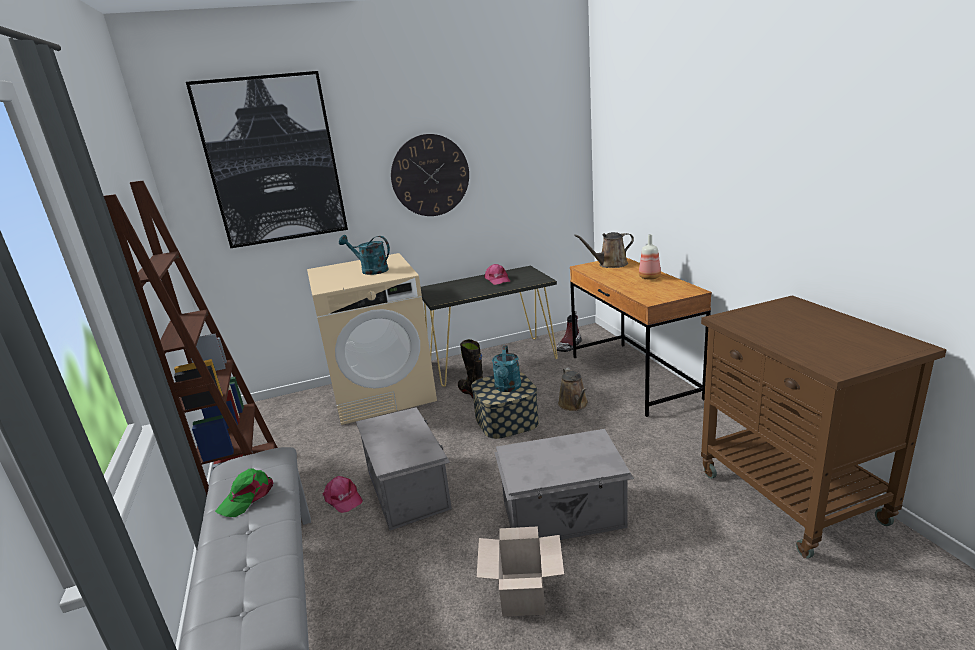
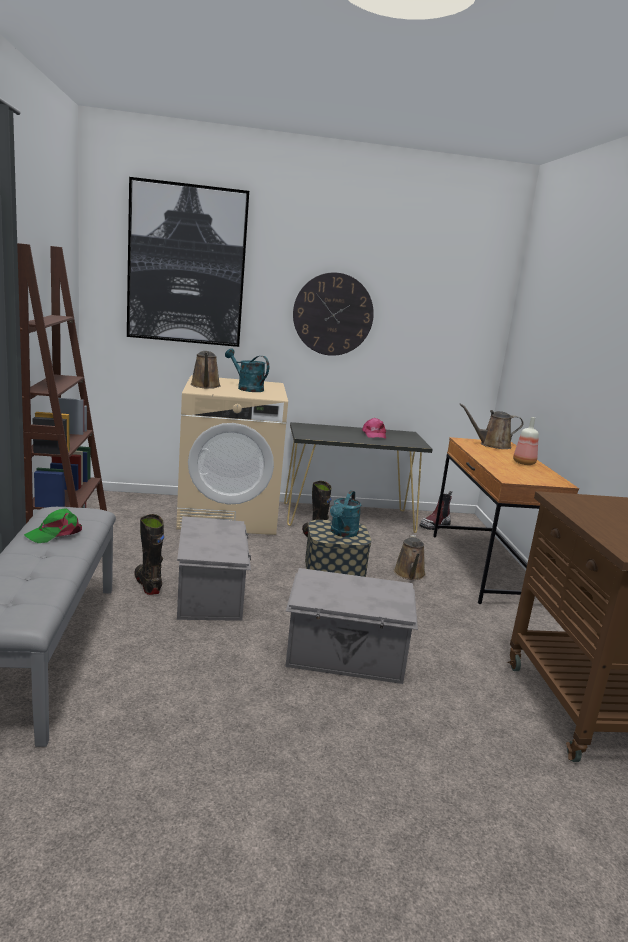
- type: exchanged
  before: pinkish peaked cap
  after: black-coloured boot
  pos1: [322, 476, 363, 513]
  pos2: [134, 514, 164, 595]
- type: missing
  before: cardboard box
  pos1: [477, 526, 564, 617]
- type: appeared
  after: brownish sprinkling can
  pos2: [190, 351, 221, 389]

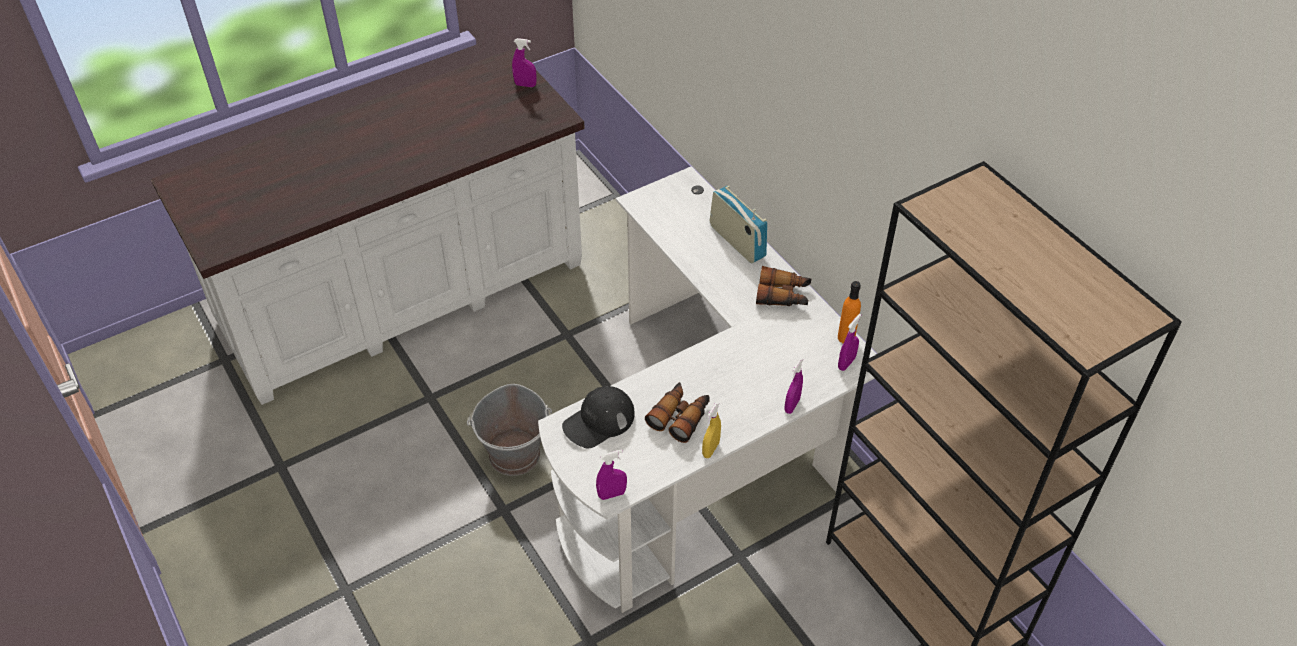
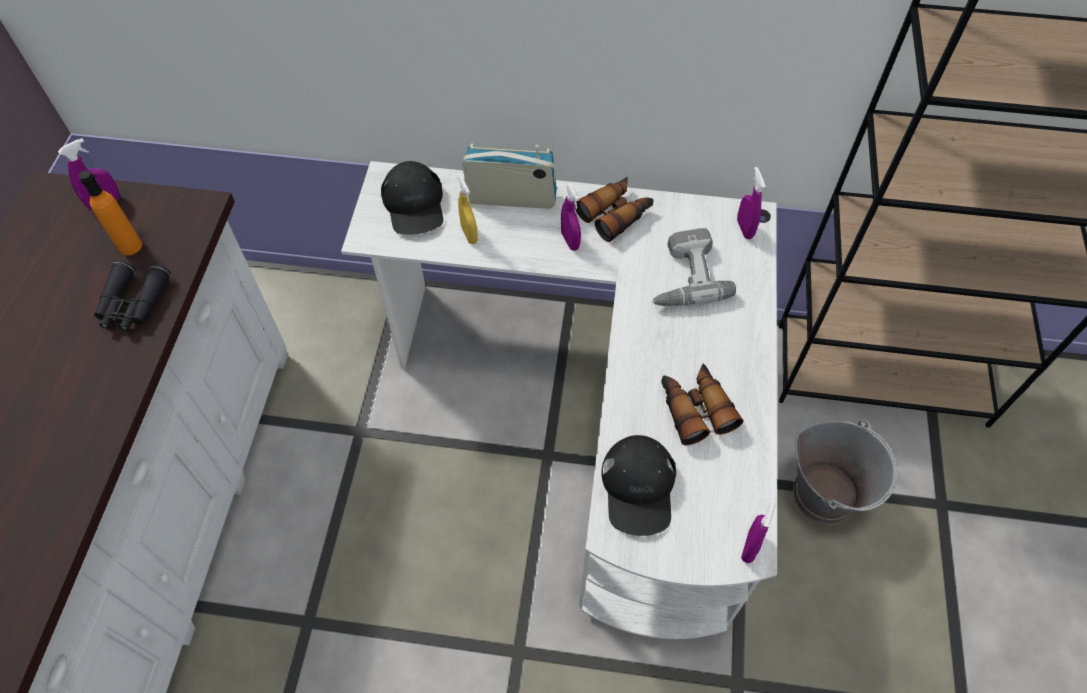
- type: relocated
  before: greyish pail
  pos1: [467, 384, 552, 476]
  pos2: [793, 420, 897, 524]
- type: relocated
  before: yellow-coloured sprayer
  pos1: [702, 402, 721, 458]
  pos2: [458, 177, 478, 244]
- type: relocated
  before: purplish sprayer
  pos1: [784, 358, 803, 414]
  pos2: [561, 183, 581, 251]
- type: relocated
  before: orange bottle
  pos1: [838, 281, 861, 343]
  pos2: [79, 170, 142, 255]
- type: appeared
  after: black-coloured field glasses
  pos2: [94, 260, 171, 331]
- type: appeared
  after: black-coloured peaked cap
  pos2: [381, 161, 443, 235]
- type: appeared
  after: power drill
  pos2: [652, 228, 736, 306]

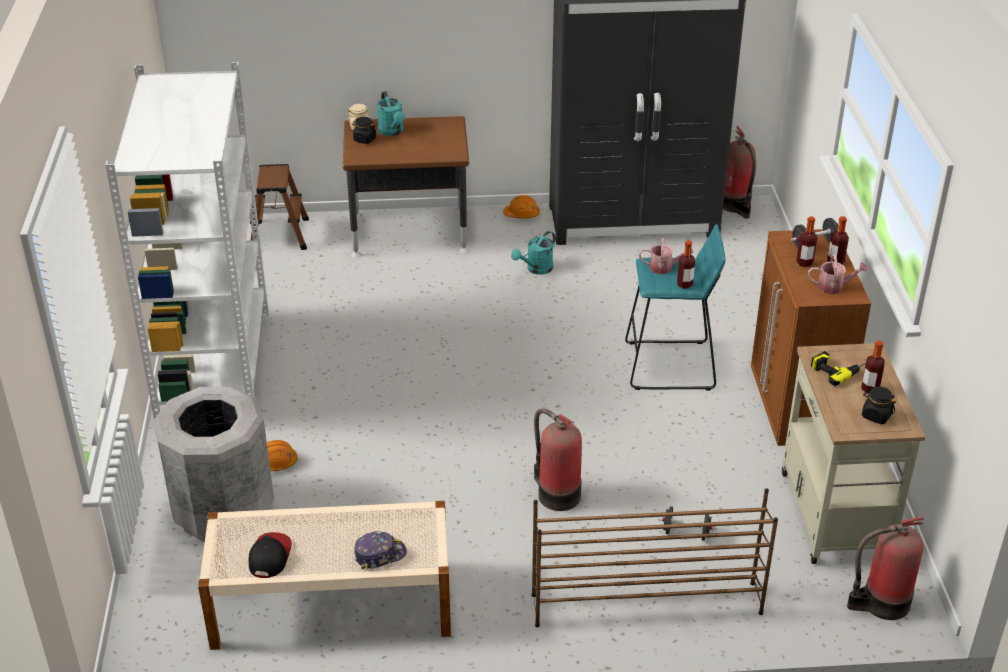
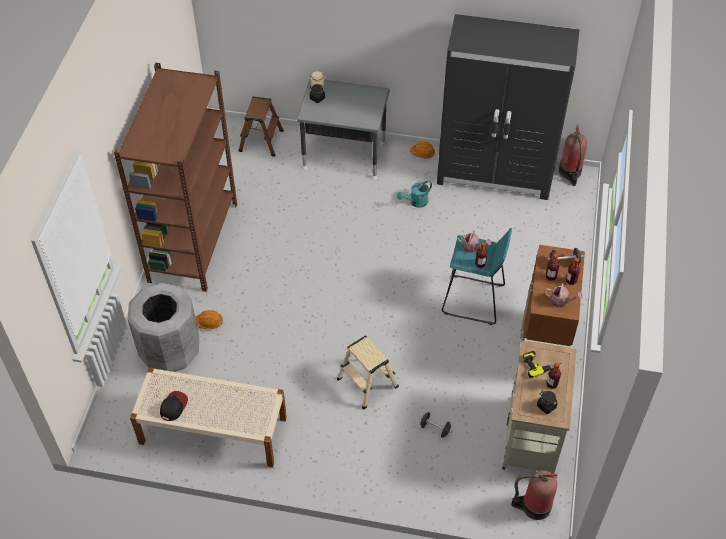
- type: colour
  before: whitish shelving unit
  after: brownish shelving unit
  pos1: [105, 62, 269, 419]
  pos2: [114, 63, 237, 292]
- type: colour
  before: brownish desk unit
  after: greyish desk unit
  pos1: [343, 116, 469, 258]
  pos2: [297, 79, 389, 180]
- type: missing
  before: peaked cap
  pos1: [354, 531, 407, 569]
- type: missing
  before: blue-green sprinkling can
  pos1: [377, 91, 405, 136]
- type: missing
  before: brownish shoe shelf
  pos1: [532, 488, 778, 627]
- type: exchanged
  before: extinguisher
  after: sand-coloured stepladder
  pos1: [534, 408, 582, 511]
  pos2: [337, 335, 399, 410]

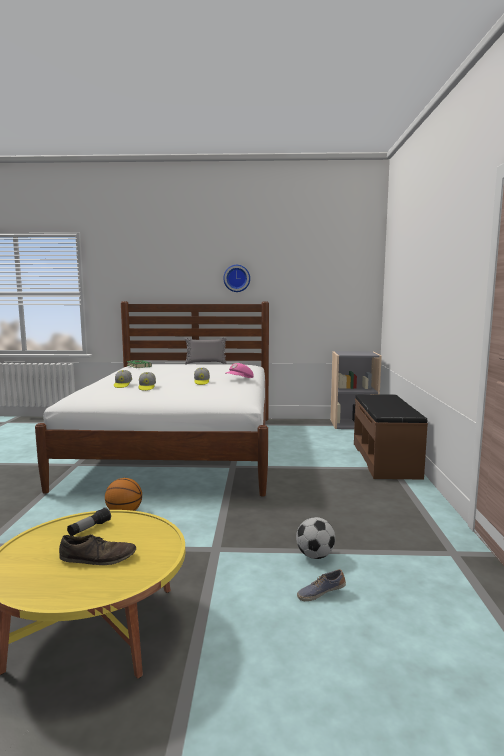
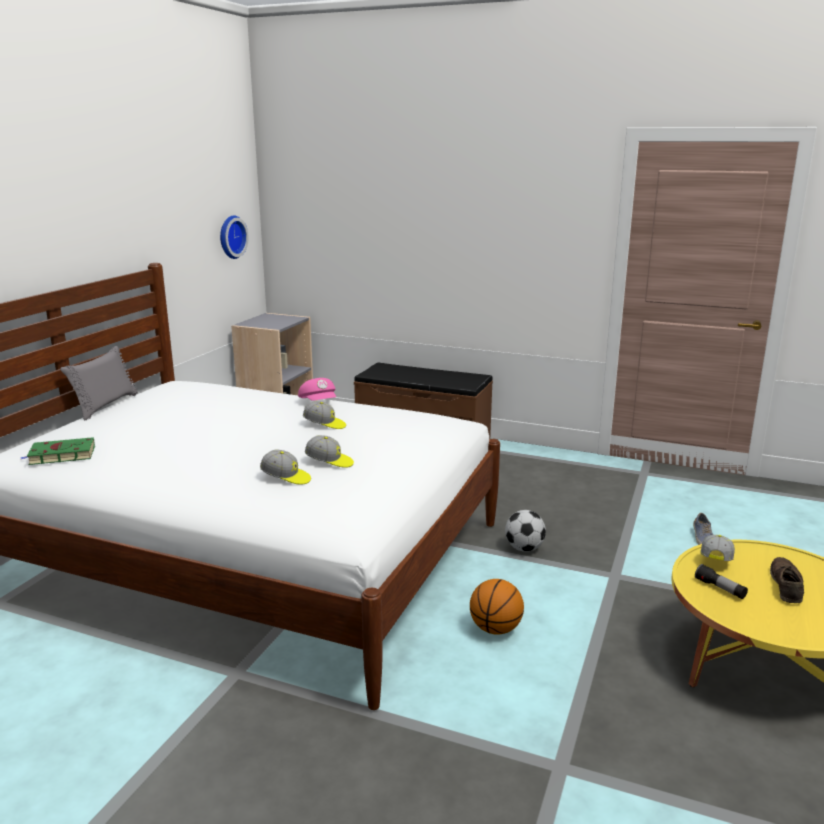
- type: relocated
  before: hanging clock
  pos1: [223, 265, 250, 292]
  pos2: [220, 215, 249, 259]
- type: relocated
  before: ball for football
  pos1: [296, 517, 335, 559]
  pos2: [505, 510, 546, 552]
- type: appeared
  after: peaked cap
  pos2: [700, 535, 735, 561]

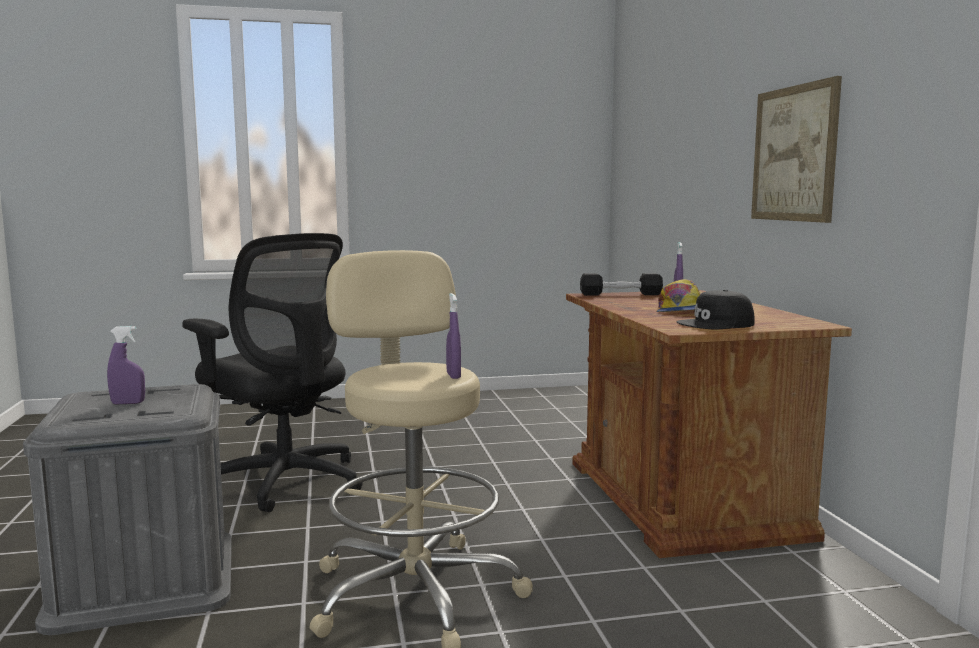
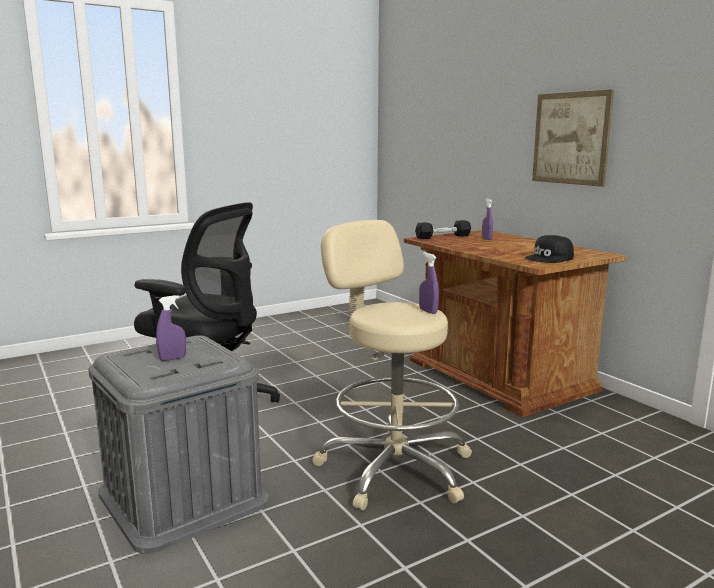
- type: missing
  before: peaked cap
  pos1: [656, 279, 702, 312]

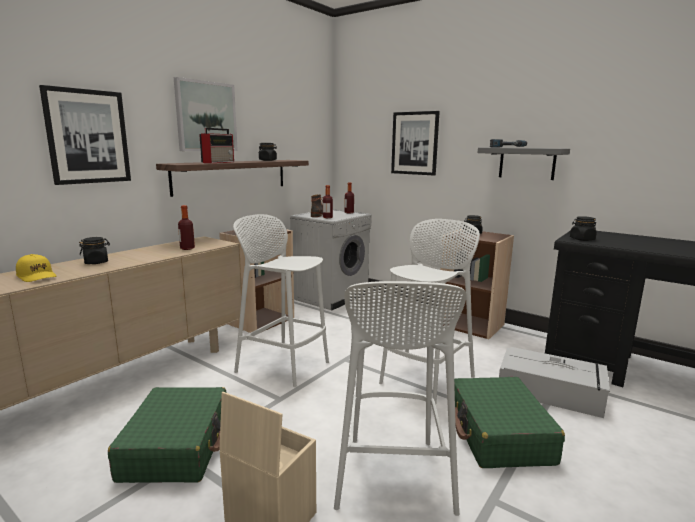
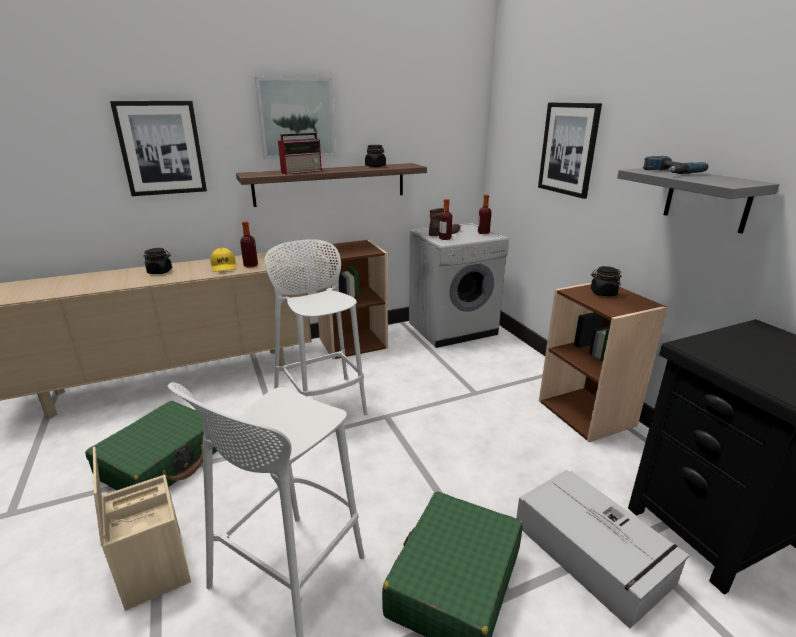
- type: relocated
  before: yellow-coloured peaked cap
  pos1: [16, 254, 56, 282]
  pos2: [210, 248, 236, 272]
- type: missing
  before: whitish stool
  pos1: [379, 219, 480, 404]
- type: missing
  before: black-coloured preserve jar
  pos1: [570, 216, 597, 241]

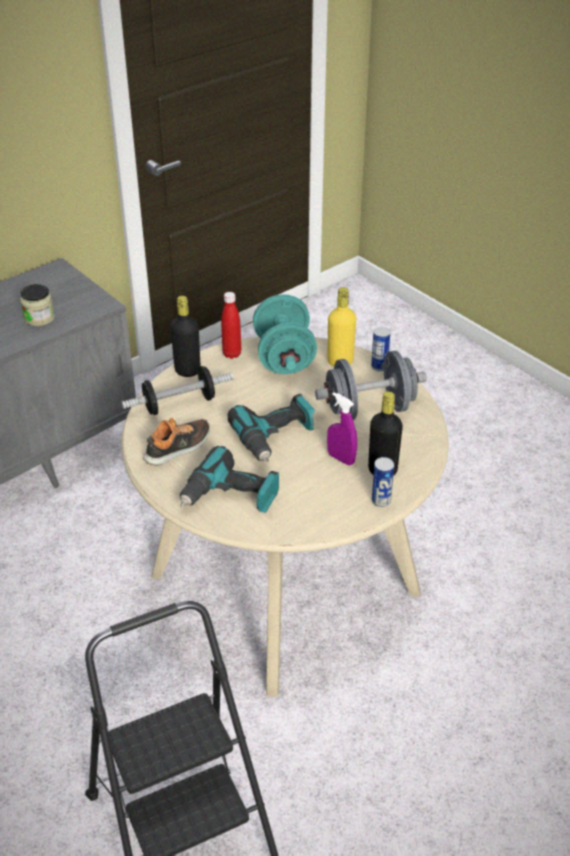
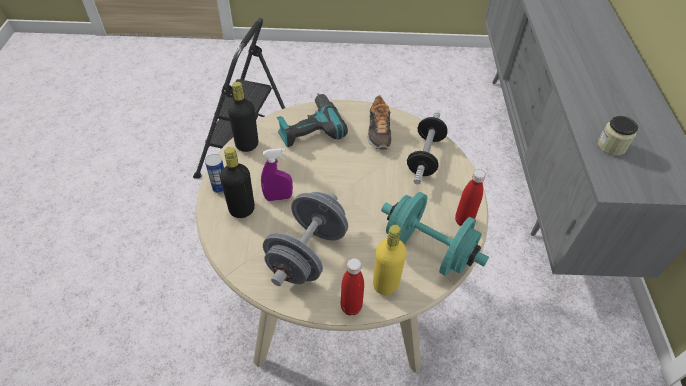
- type: relocated
  before: black-coloured bottle
  pos1: [170, 296, 201, 377]
  pos2: [228, 82, 258, 152]
- type: missing
  before: power drill
  pos1: [228, 394, 315, 462]
- type: exchanged
  before: metal can
  after: red bottle
  pos1: [371, 327, 390, 371]
  pos2: [341, 258, 364, 315]

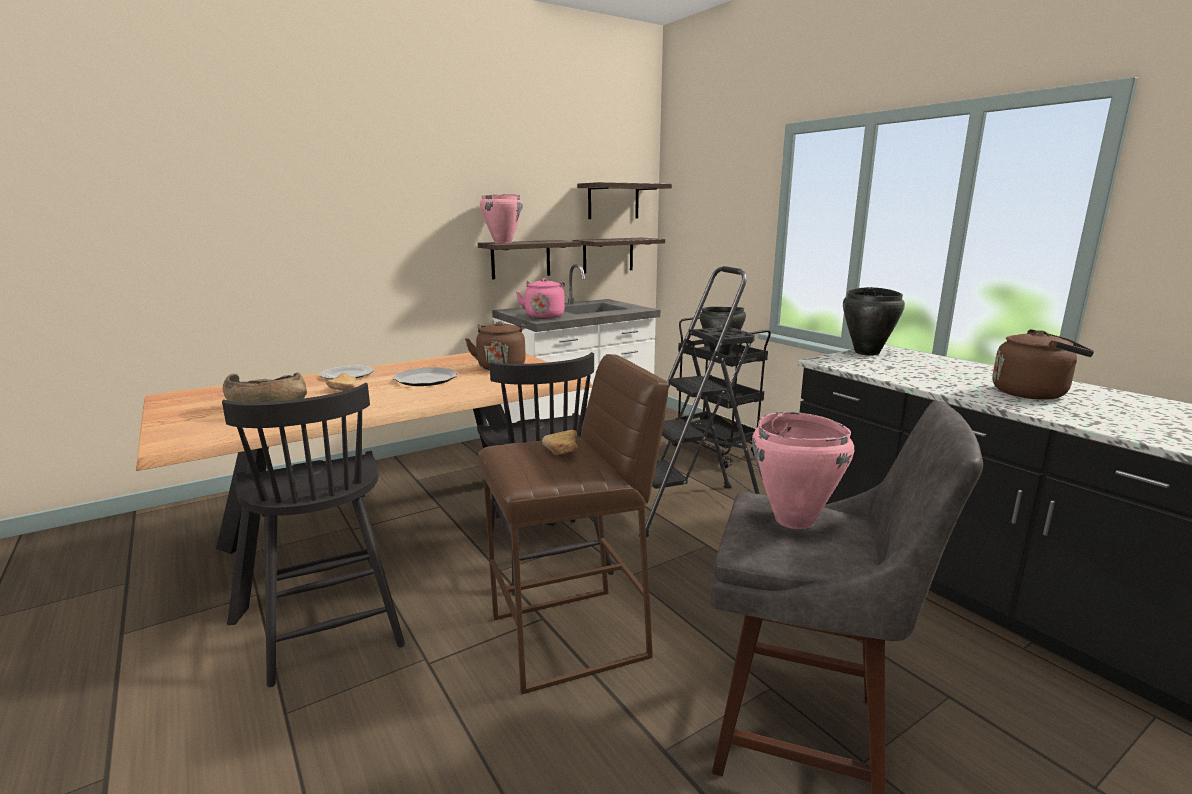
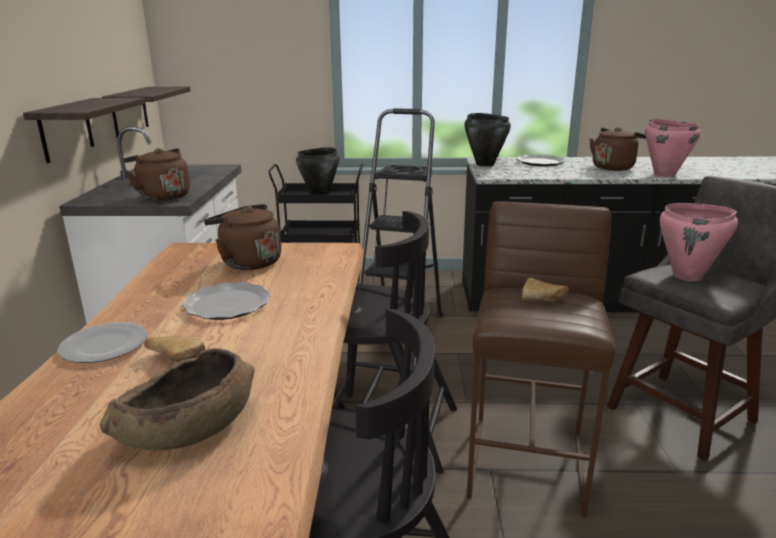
- type: relocated
  before: pinkish saucepot
  pos1: [480, 194, 523, 243]
  pos2: [645, 119, 701, 177]
- type: colour
  before: pinkish tea kettle
  after: brownish tea kettle
  pos1: [516, 278, 565, 319]
  pos2: [124, 148, 190, 201]
- type: missing
  before: shelf
  pos1: [577, 182, 672, 219]
- type: appeared
  after: dinner plate
  pos2: [517, 154, 565, 167]

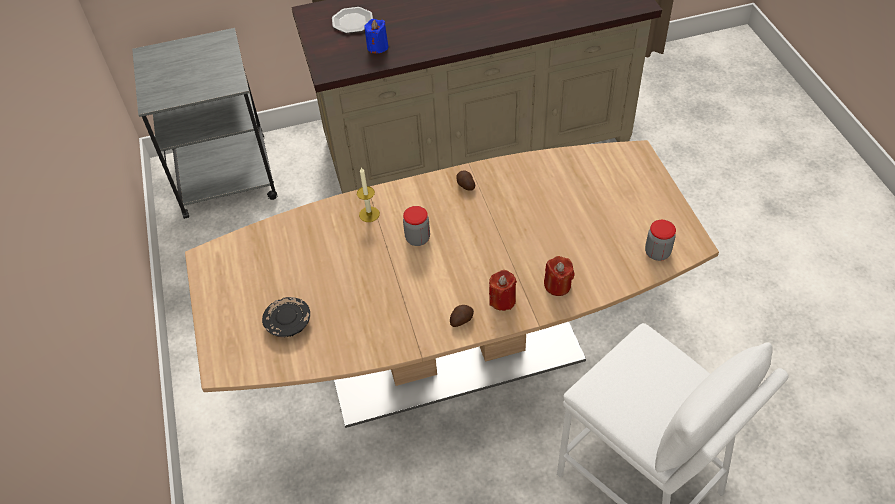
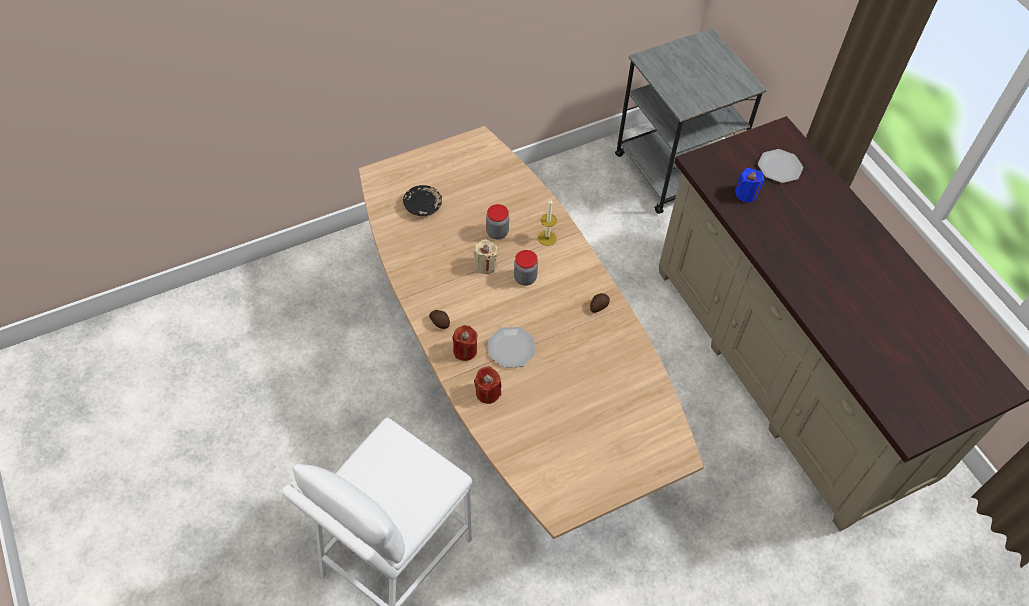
- type: relocated
  before: preserve jar
  pos1: [645, 220, 676, 261]
  pos2: [486, 204, 509, 239]
- type: appeared
  after: sand-coloured candle
  pos2: [474, 239, 497, 274]
- type: appeared
  after: dinner plate
  pos2: [488, 327, 536, 368]

